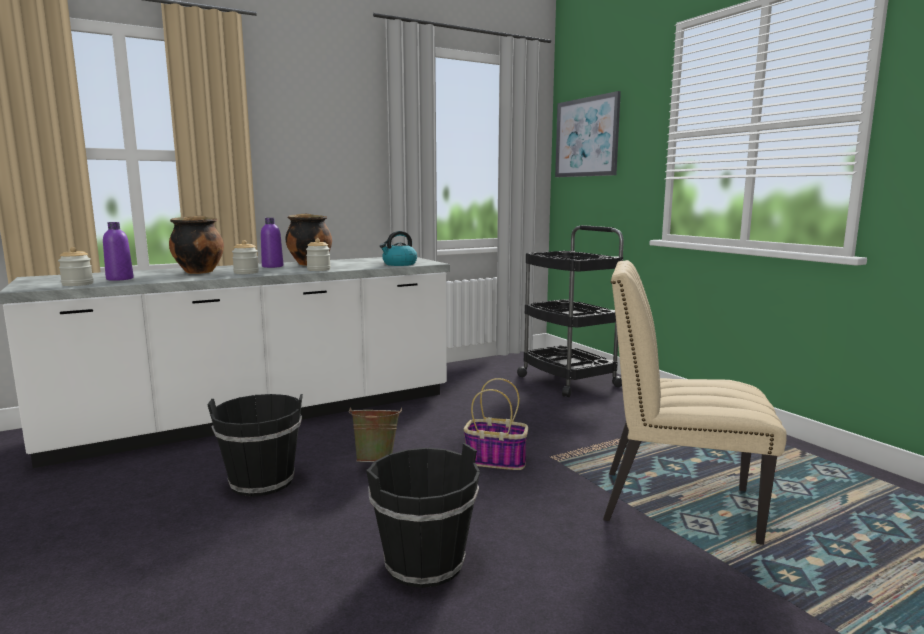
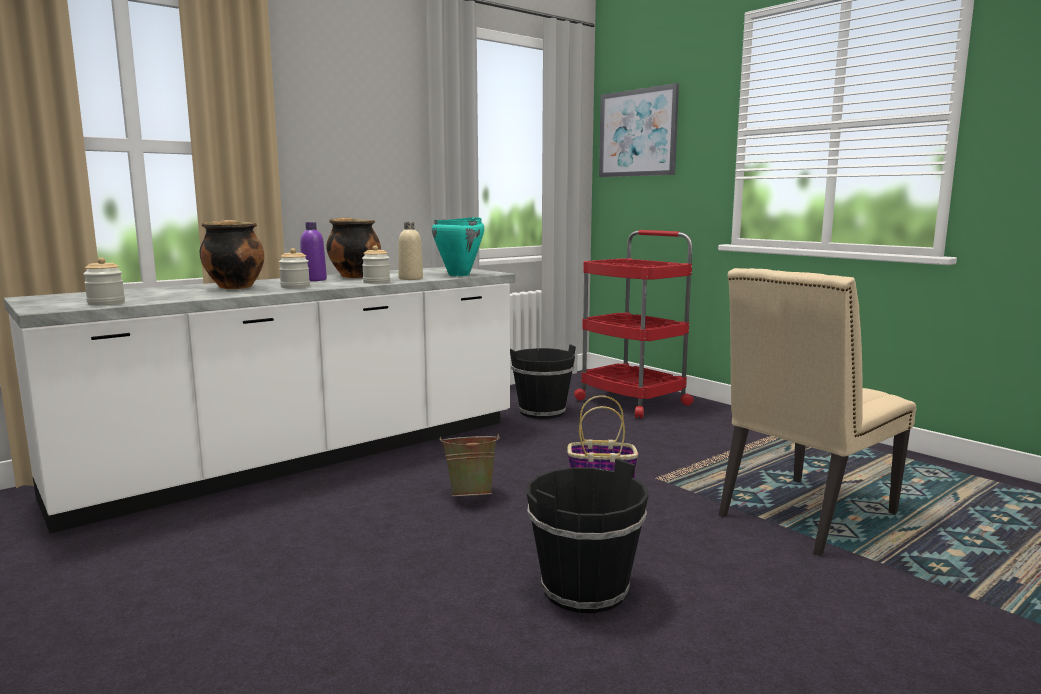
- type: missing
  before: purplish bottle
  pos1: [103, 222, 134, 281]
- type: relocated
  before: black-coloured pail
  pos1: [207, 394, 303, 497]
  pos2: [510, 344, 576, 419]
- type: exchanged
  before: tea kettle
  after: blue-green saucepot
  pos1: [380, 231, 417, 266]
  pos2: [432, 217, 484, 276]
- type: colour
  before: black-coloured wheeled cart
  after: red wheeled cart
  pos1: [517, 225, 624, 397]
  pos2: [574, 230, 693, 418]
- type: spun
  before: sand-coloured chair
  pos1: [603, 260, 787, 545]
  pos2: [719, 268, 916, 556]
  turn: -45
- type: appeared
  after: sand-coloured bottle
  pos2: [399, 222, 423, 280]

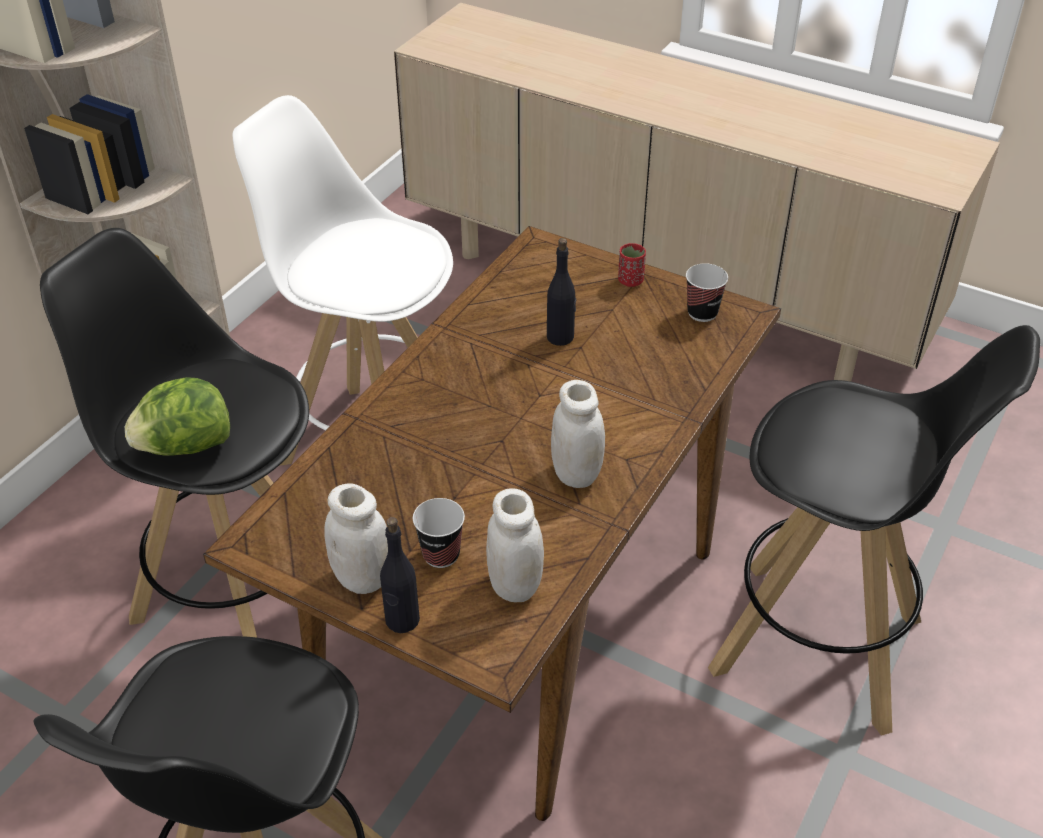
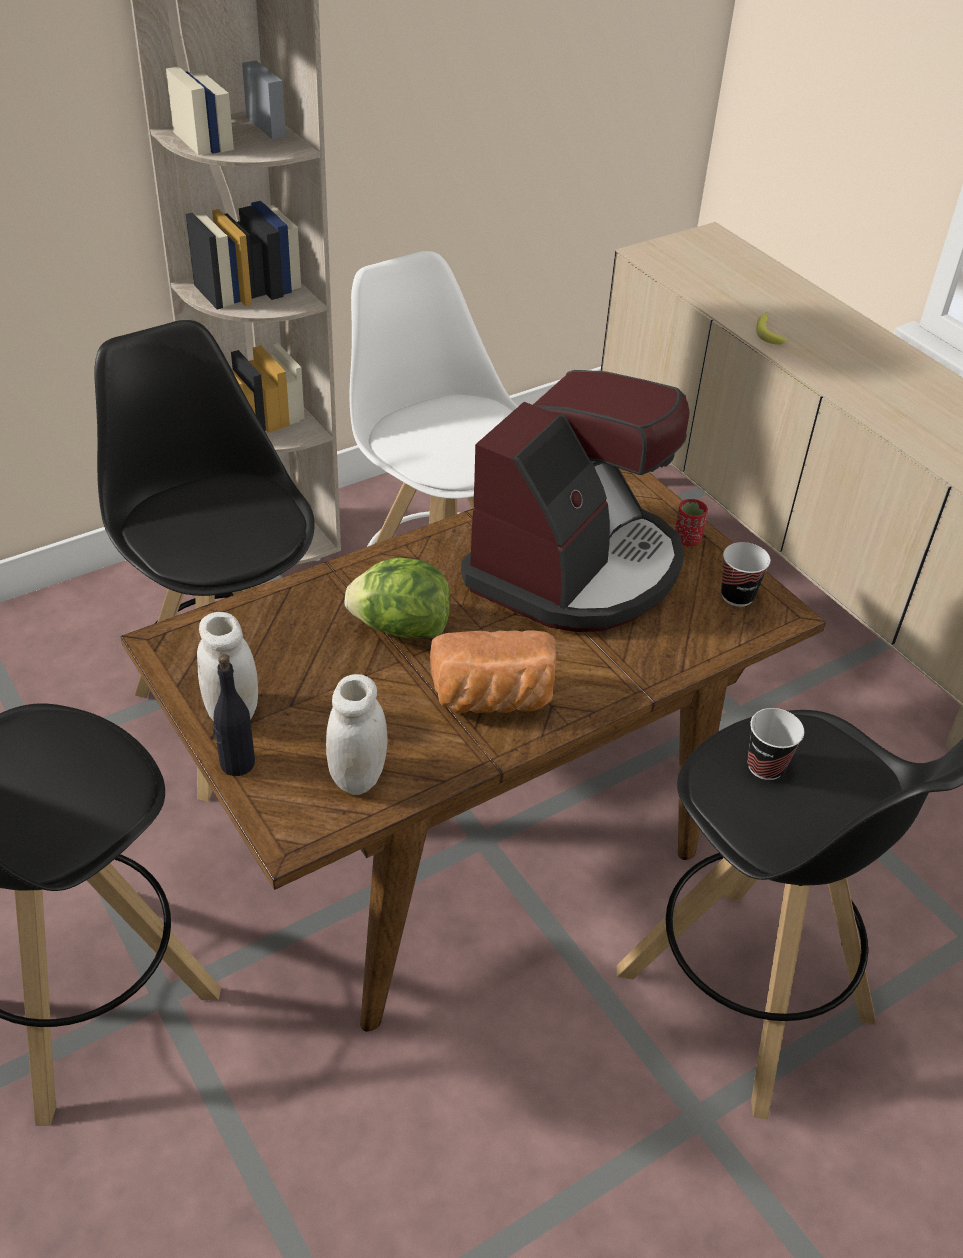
- type: relocated
  before: lettuce head
  pos1: [125, 377, 230, 456]
  pos2: [345, 558, 450, 638]
- type: relocated
  before: small cup
  pos1: [413, 498, 465, 568]
  pos2: [747, 708, 804, 780]
- type: exchanged
  before: black-coloured bottle
  after: coffee maker
  pos1: [547, 238, 576, 346]
  pos2: [461, 370, 690, 632]
- type: exchanged
  before: whitish preserve jar
  after: baked bread
  pos1: [551, 380, 605, 488]
  pos2: [430, 630, 556, 713]
- type: appeared
  after: whole banana
  pos2: [756, 311, 787, 345]

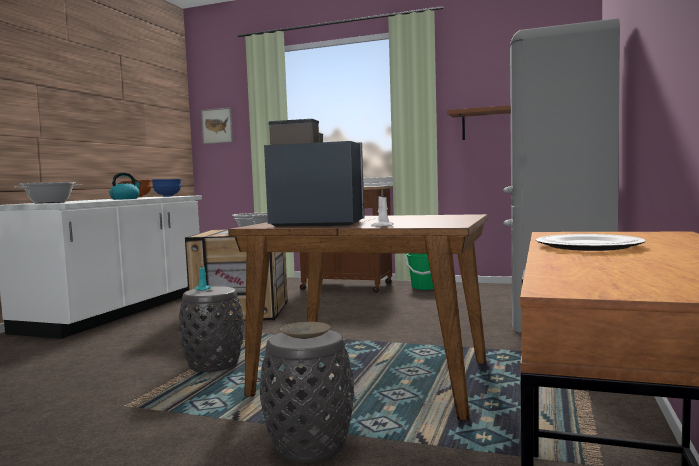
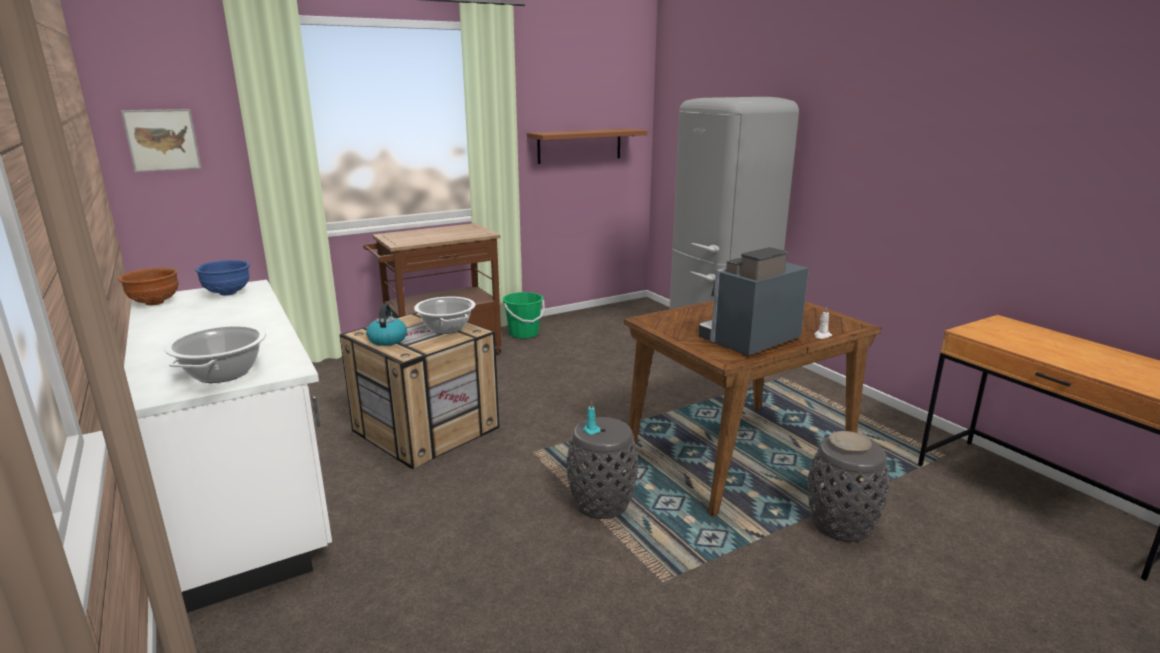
- type: relocated
  before: tea kettle
  pos1: [110, 172, 142, 200]
  pos2: [366, 304, 407, 346]
- type: missing
  before: dinner plate
  pos1: [536, 234, 646, 251]

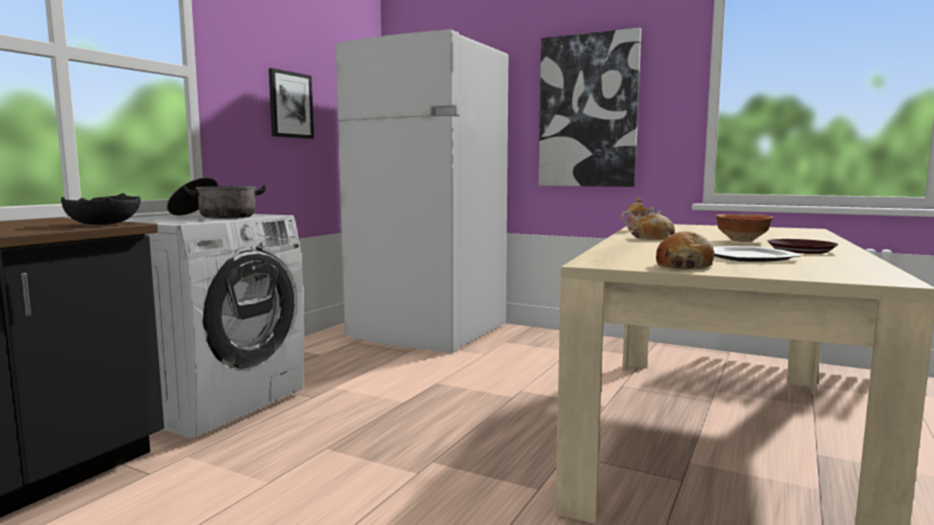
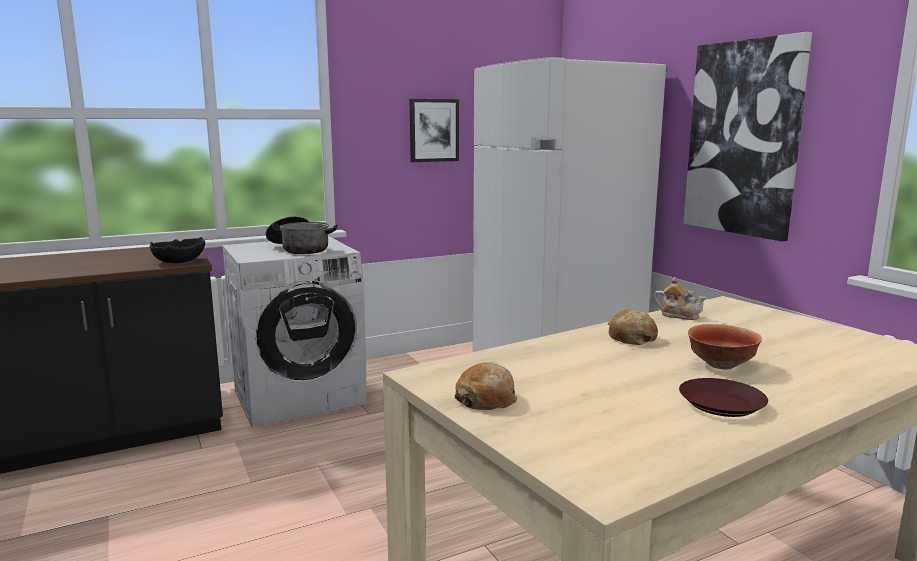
- type: missing
  before: dinner plate
  pos1: [713, 246, 803, 262]

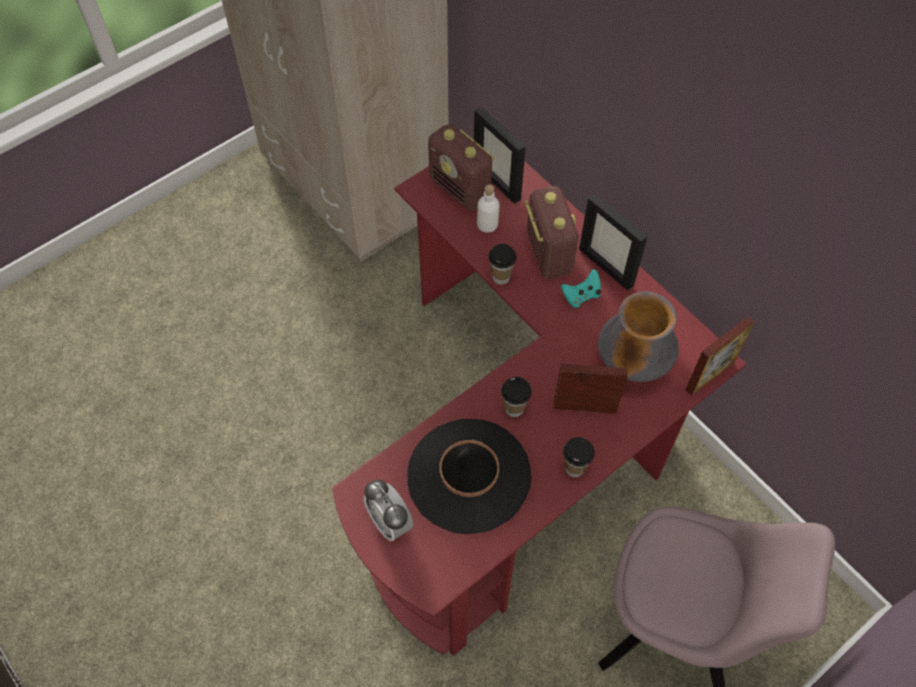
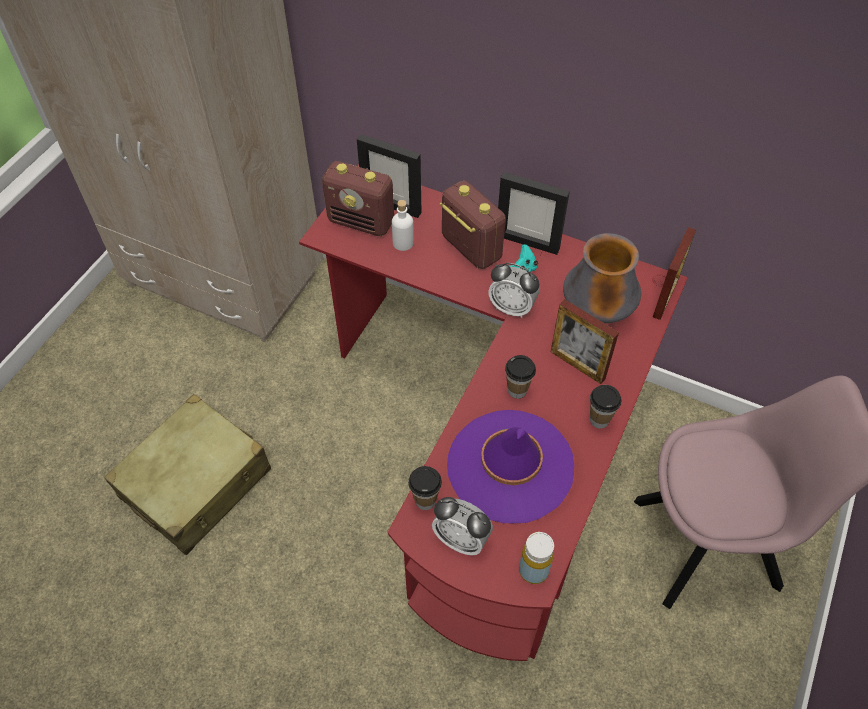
- type: colour
  before: black-coloured clothing hat
  after: purplish clothing hat
  pos1: [407, 419, 532, 534]
  pos2: [447, 410, 574, 523]
- type: relocated
  before: small cup
  pos1: [488, 244, 517, 285]
  pos2: [408, 466, 442, 510]
- type: spun
  before: photo frame
  pos1: [554, 363, 628, 414]
  pos2: [551, 299, 619, 384]
  turn: -120
- type: appeared
  after: sand-coloured suitcase
  pos2: [104, 394, 271, 555]
- type: appeared
  after: bedside clock
  pos2: [488, 263, 539, 318]
- type: appeared
  after: yellow-coloured bottle
  pos2: [519, 532, 554, 584]

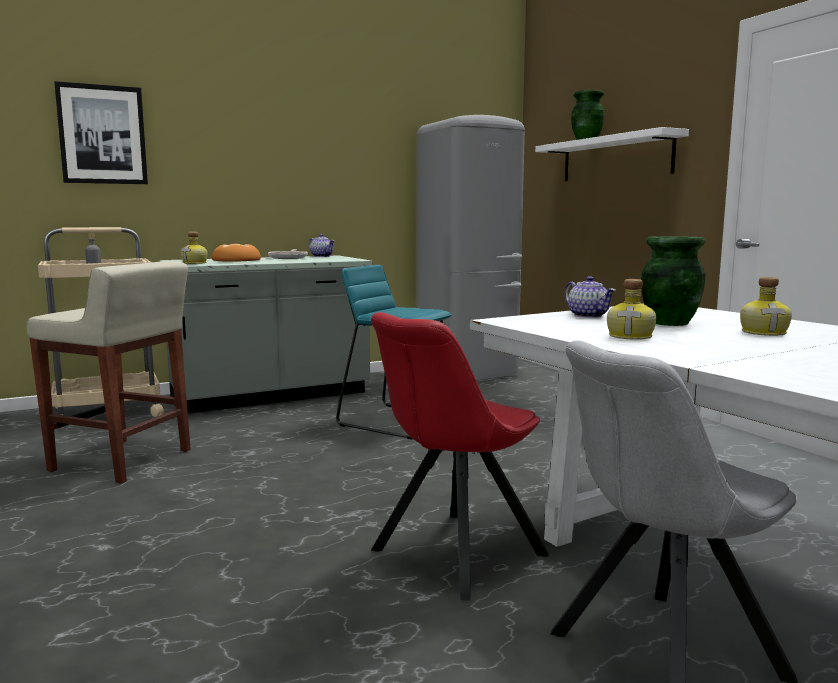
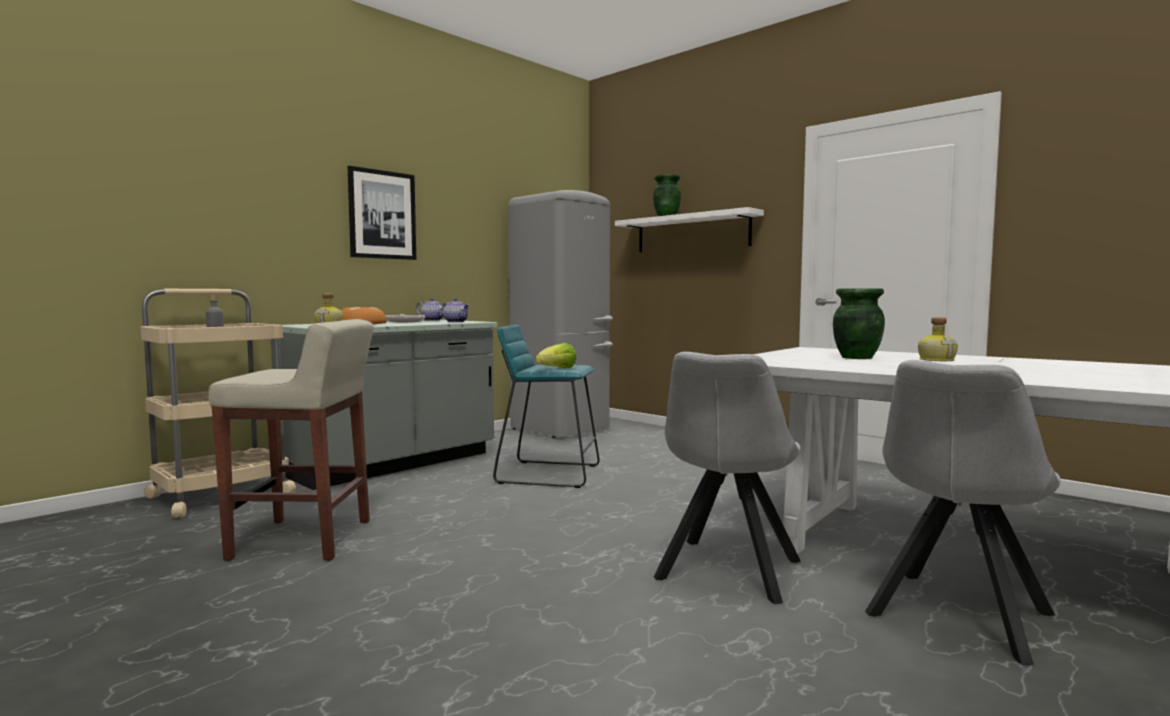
- type: relocated
  before: wall picture
  pos1: [54, 81, 148, 184]
  pos2: [348, 166, 416, 260]
- type: colour
  before: red chair
  after: greyish chair
  pos1: [371, 312, 549, 601]
  pos2: [654, 352, 801, 604]
- type: relocated
  before: teapot
  pos1: [564, 276, 616, 318]
  pos2: [442, 298, 469, 322]
- type: missing
  before: bottle
  pos1: [607, 279, 657, 340]
- type: appeared
  after: lettuce head
  pos2: [536, 343, 577, 368]

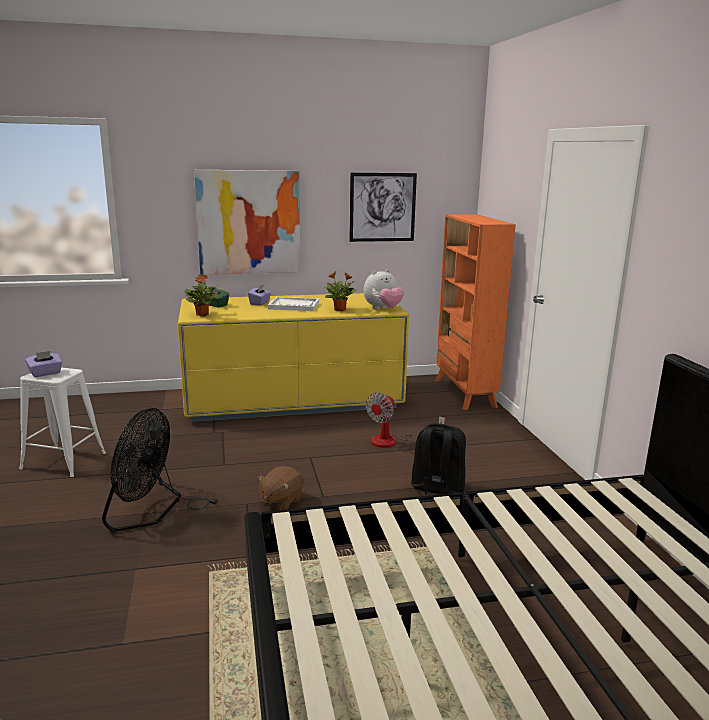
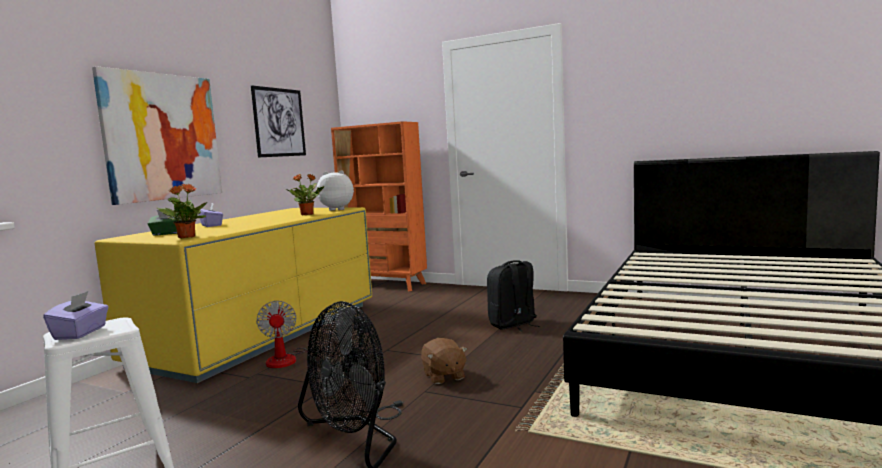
- type: missing
  before: whitish serving tray
  pos1: [268, 297, 319, 311]
- type: spun
  before: soft toy
  pos1: [364, 269, 404, 309]
  pos2: [317, 170, 354, 211]
  turn: -90
- type: relocated
  before: electric fan
  pos1: [366, 392, 445, 448]
  pos2: [256, 301, 332, 368]

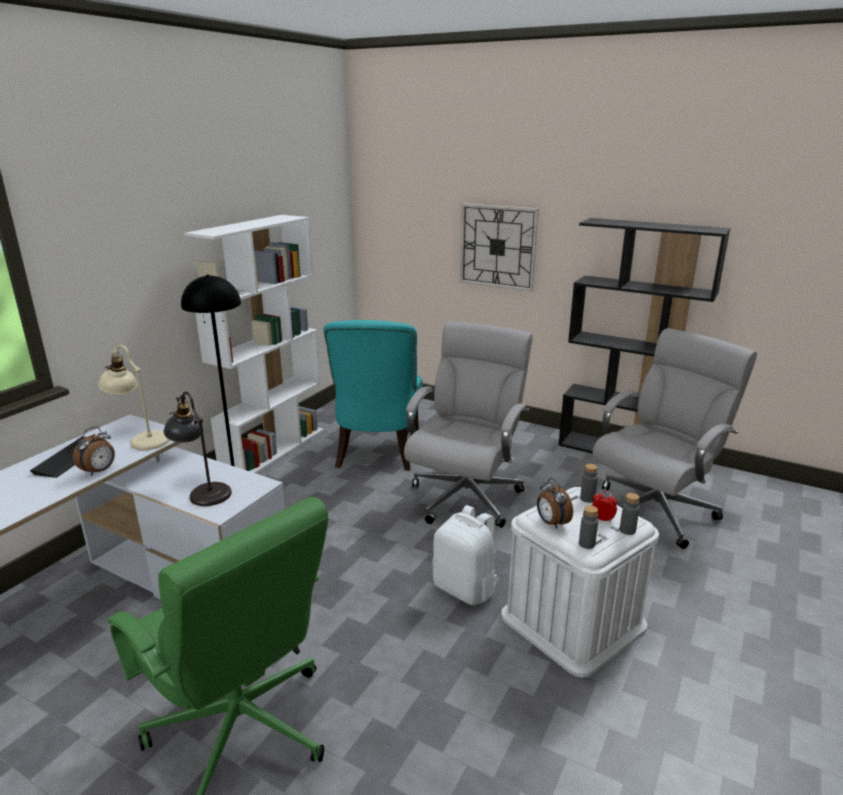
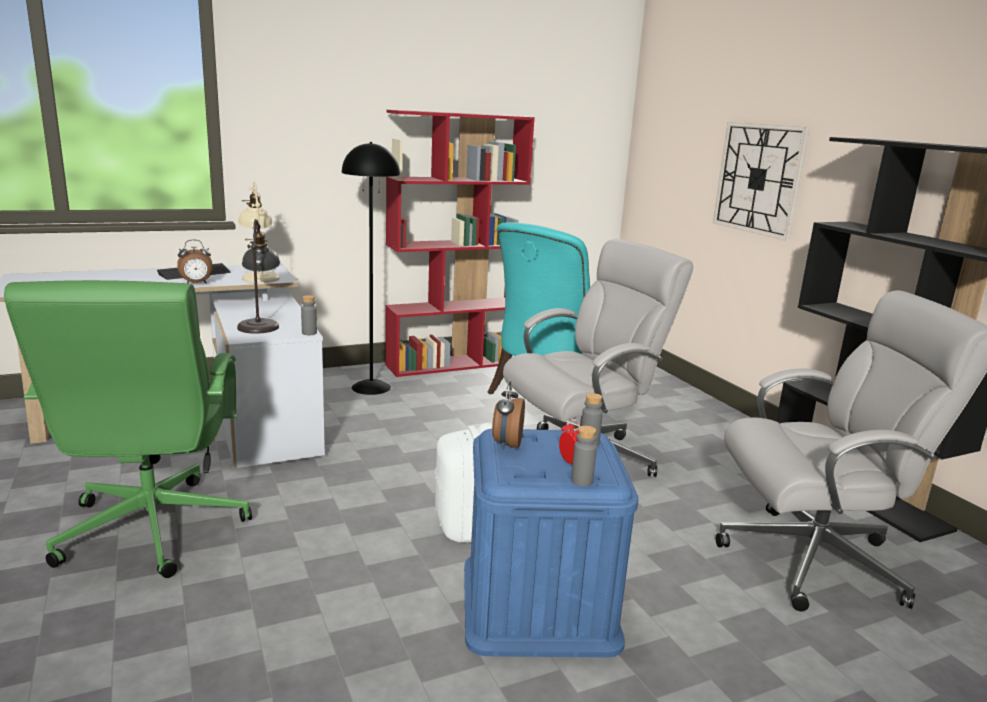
- type: colour
  before: whitish shelving unit
  after: red shelving unit
  pos1: [184, 215, 324, 474]
  pos2: [385, 110, 535, 377]
- type: colour
  before: whitish storage bin
  after: bluish storage bin
  pos1: [501, 487, 659, 678]
  pos2: [464, 429, 638, 657]
- type: relocated
  before: greyish bottle
  pos1: [579, 505, 598, 549]
  pos2: [301, 295, 317, 335]

